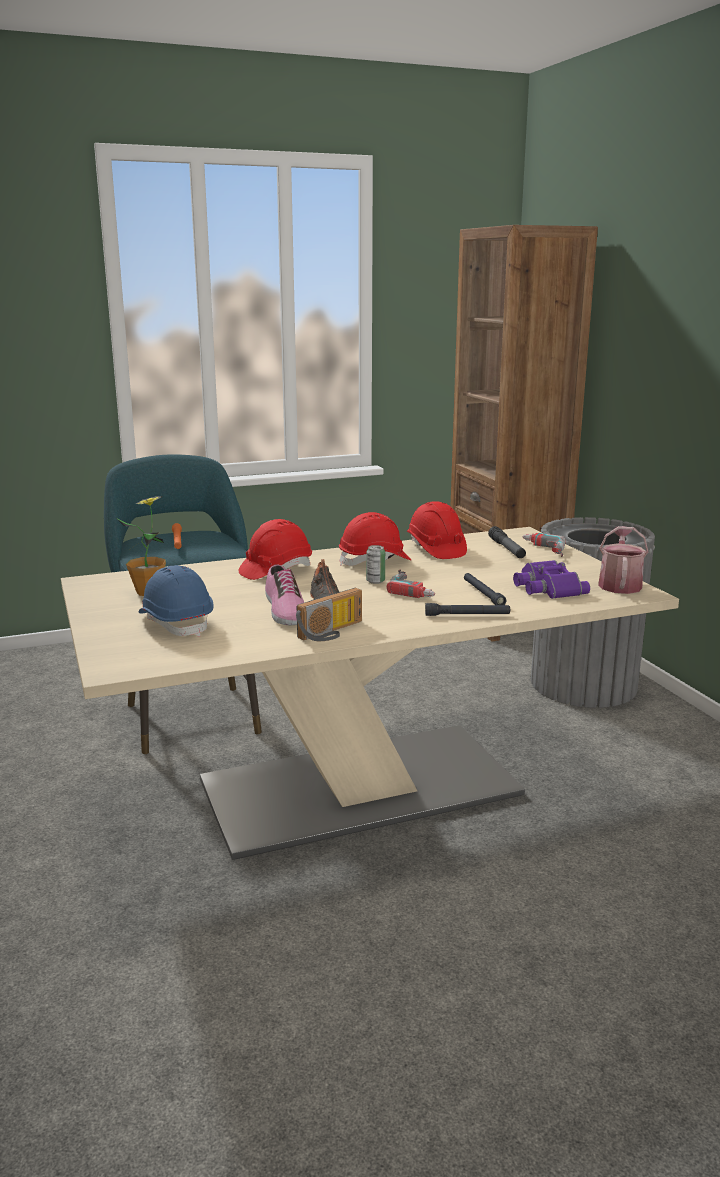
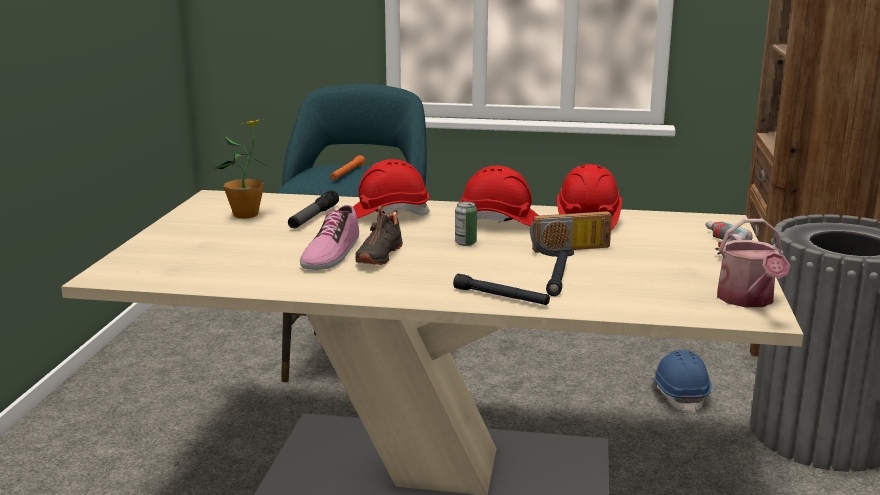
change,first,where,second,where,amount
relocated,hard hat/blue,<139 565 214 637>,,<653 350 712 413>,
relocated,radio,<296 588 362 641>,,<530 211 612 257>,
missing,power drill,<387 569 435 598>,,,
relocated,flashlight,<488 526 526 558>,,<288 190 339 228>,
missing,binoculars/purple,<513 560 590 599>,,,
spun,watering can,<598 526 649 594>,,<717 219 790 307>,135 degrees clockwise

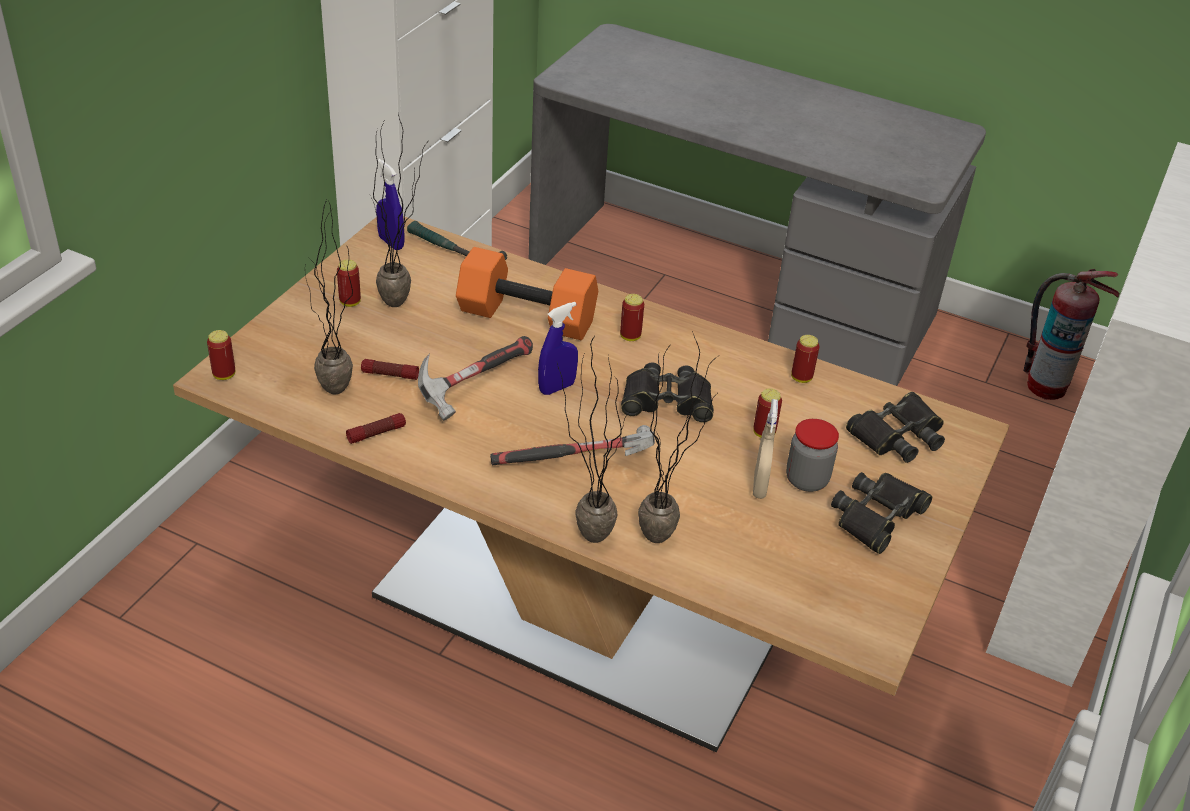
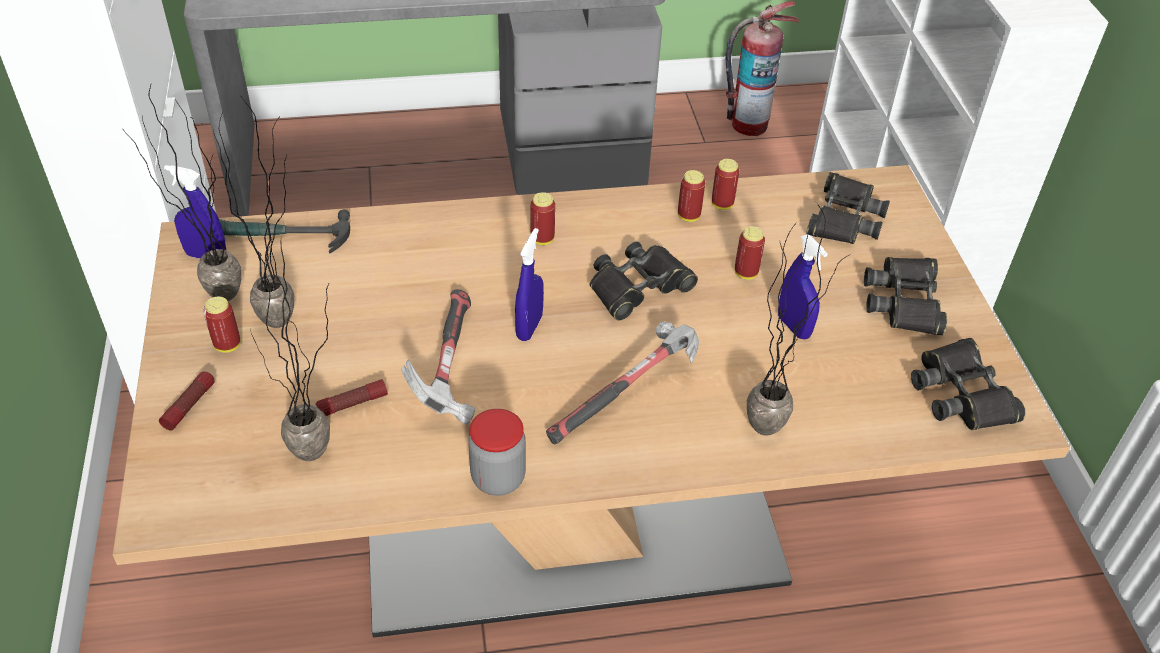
change,first,where,second,where,amount
relocated,can,<207 330 235 380>,,<678 170 705 222>,
relocated,flashlight,<346 413 406 444>,,<159 372 215 430>,
missing,dumbbell/orange,<456 247 598 340>,,,
relocated,potted plant,<557 335 629 543>,,<122 85 241 301>,
colour,spray bottle/beige,<753 399 778 499>,spray bottle/blue,<778 235 828 339>,
relocated,jar,<786 419 839 492>,,<468 409 526 496>,
appeared,,,binoculars/black,<911 338 1026 430>,

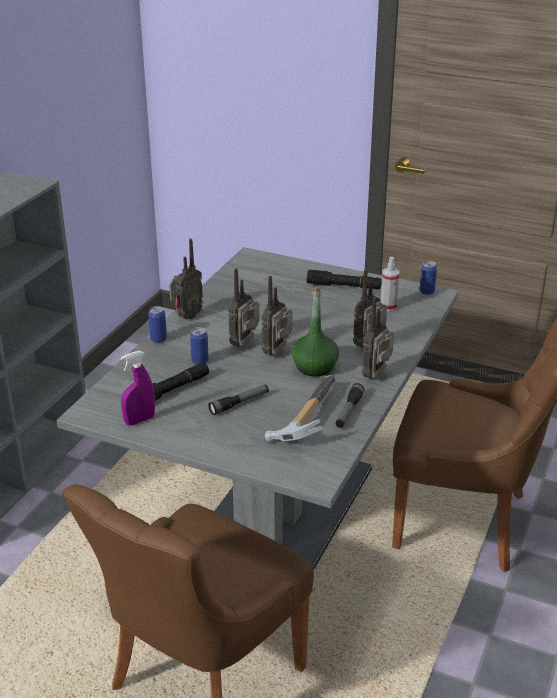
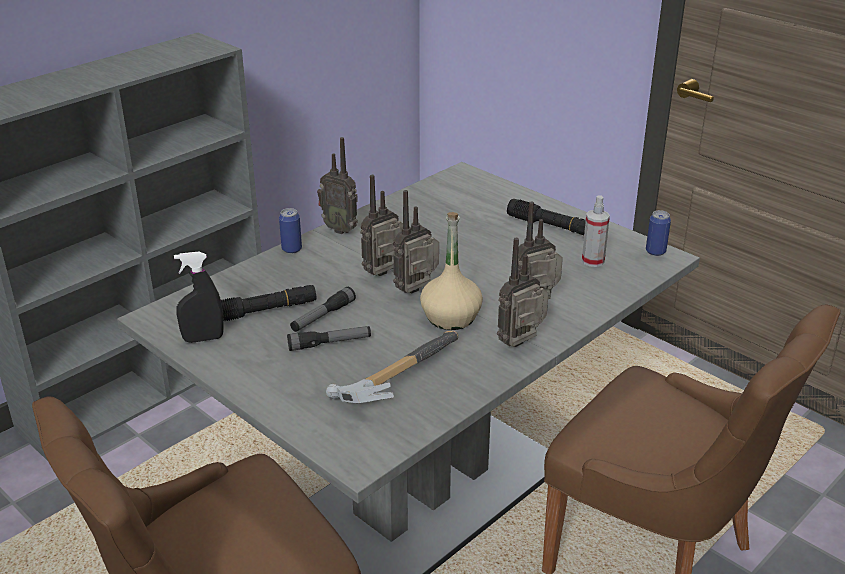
change,first,where,second,where,amount
colour,spray bottle/purple,<120 351 155 425>,spray bottle/black,<174 251 224 343>,
spun,radio,<169 239 203 320>,,<317 137 358 234>,60 degrees clockwise
missing,can,<190 327 209 365>,,,
colour,bottle/green,<291 286 339 376>,bottle/beige,<420 212 483 330>,
relocated,flashlight,<336 383 365 428>,,<290 287 356 332>,

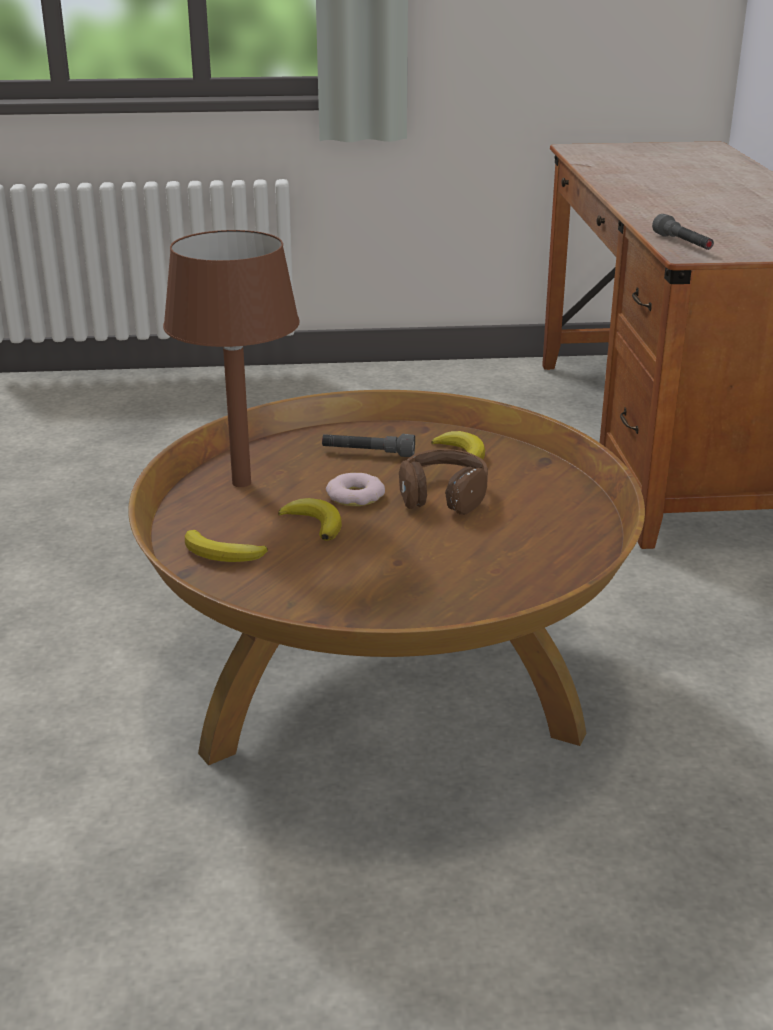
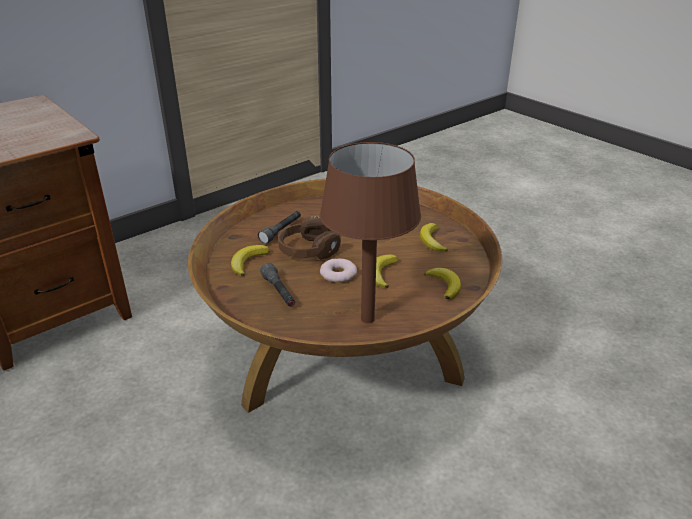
change,first,where,second,where,amount
relocated,flashlight/grey,<652 214 714 250>,,<258 211 301 244>,
appeared,,,banana,<420 223 448 252>,

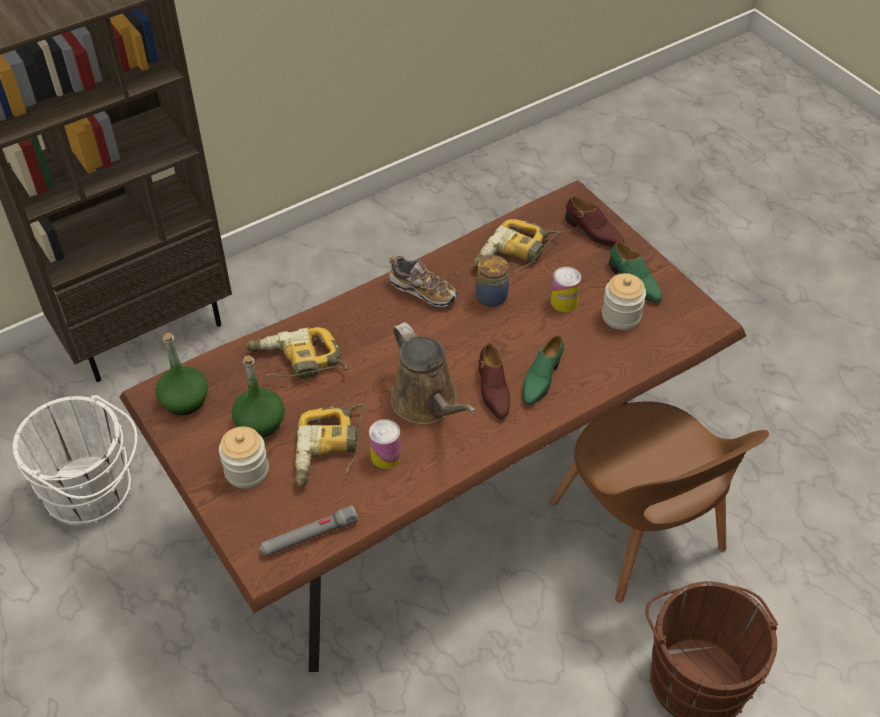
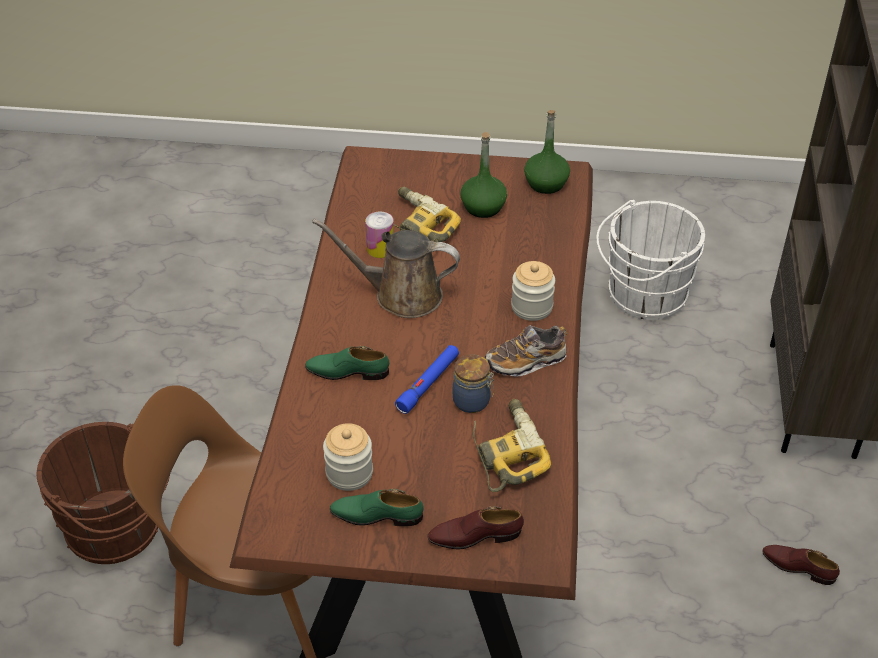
change,first,where,second,where,amount
relocated,jar,<219 426 269 489>,,<511 261 555 321>,
missing,power drill,<245 327 348 380>,,,
missing,flashlight/grey,<260 505 358 556>,,,
relocated,shoe/brown,<478 343 510 419>,,<762 545 840 585>,
spun,shoe/green,<523 335 564 405>,,<305 346 389 380>,60 degrees counterclockwise
missing,can,<551 267 581 312>,,,
appeared,,,flashlight/blue,<395 345 459 414>,

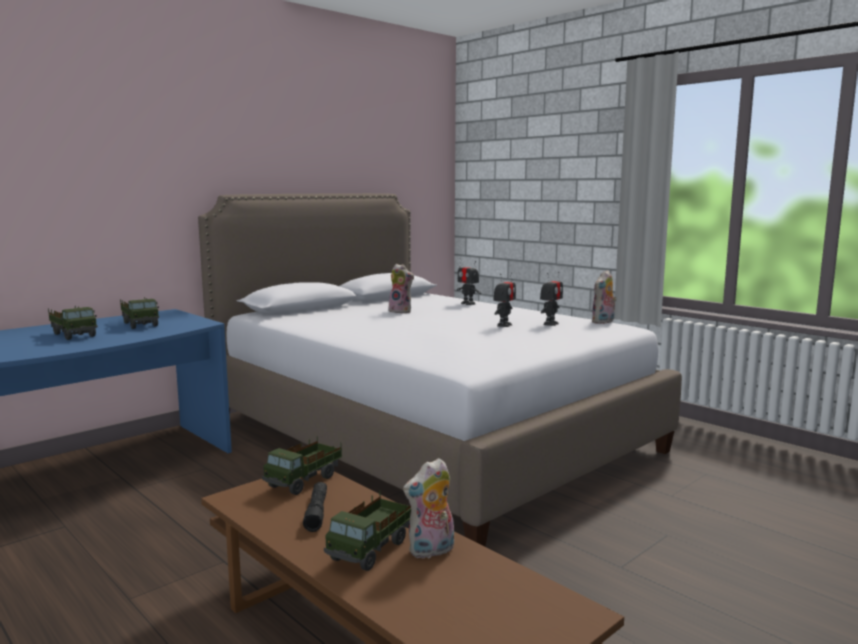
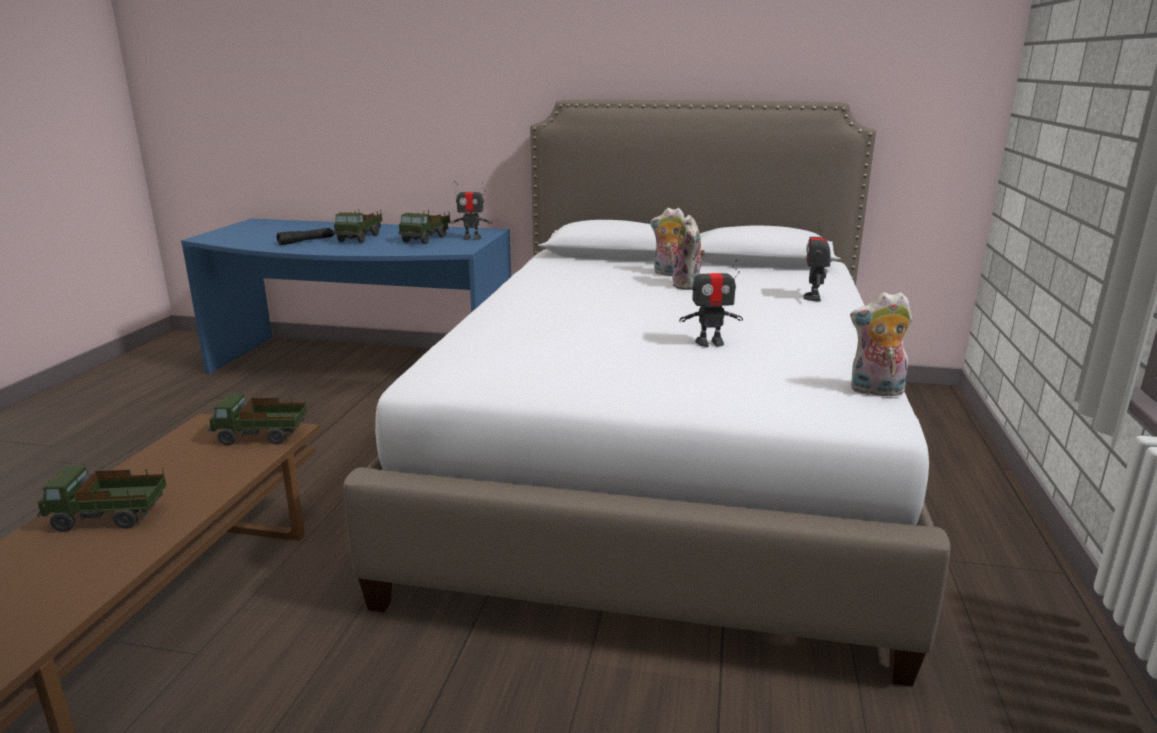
change,first,where,second,where,amount
relocated,flashlight/black,<303 482 327 532>,,<276 228 334 245>,
relocated,plush toy,<403 458 455 559>,,<650 208 685 276>,
relocated,toy robot,<540 272 563 326>,,<451 181 492 240>,

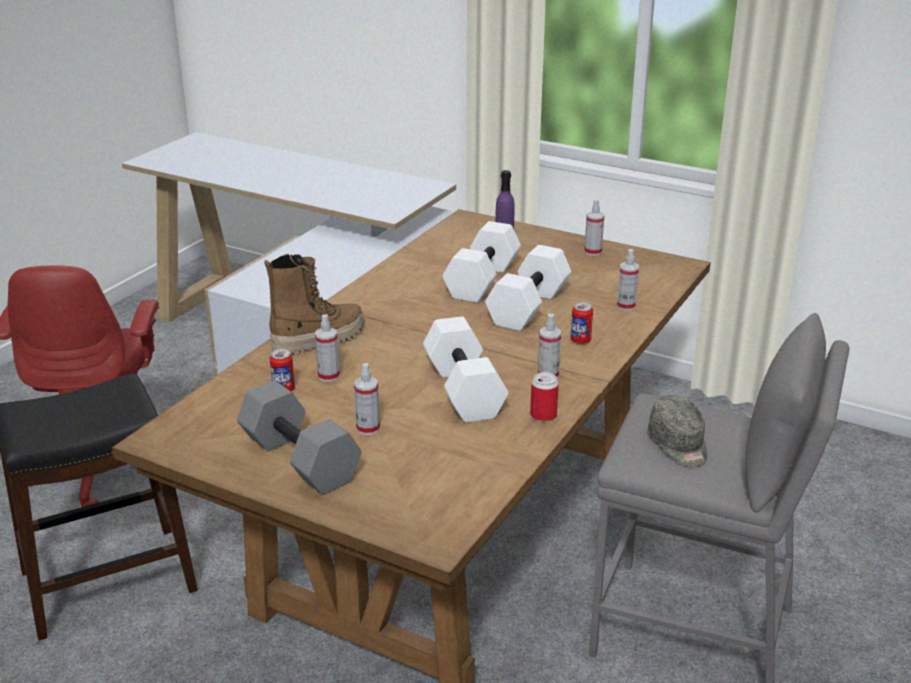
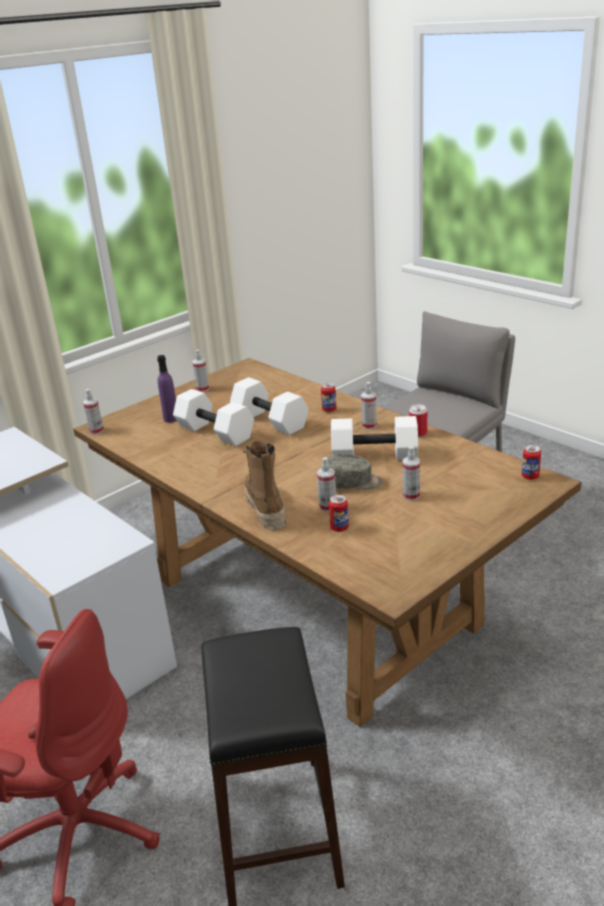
change,first,where,second,where,amount
missing,dumbbell/grey,<237 380 362 495>,,,
relocated,spray bottle,<617 249 639 311>,,<83 389 104 435>,
relocated,cap/grey,<648 395 708 467>,,<328 454 383 490>,
appeared,,,can,<522 445 541 480>,

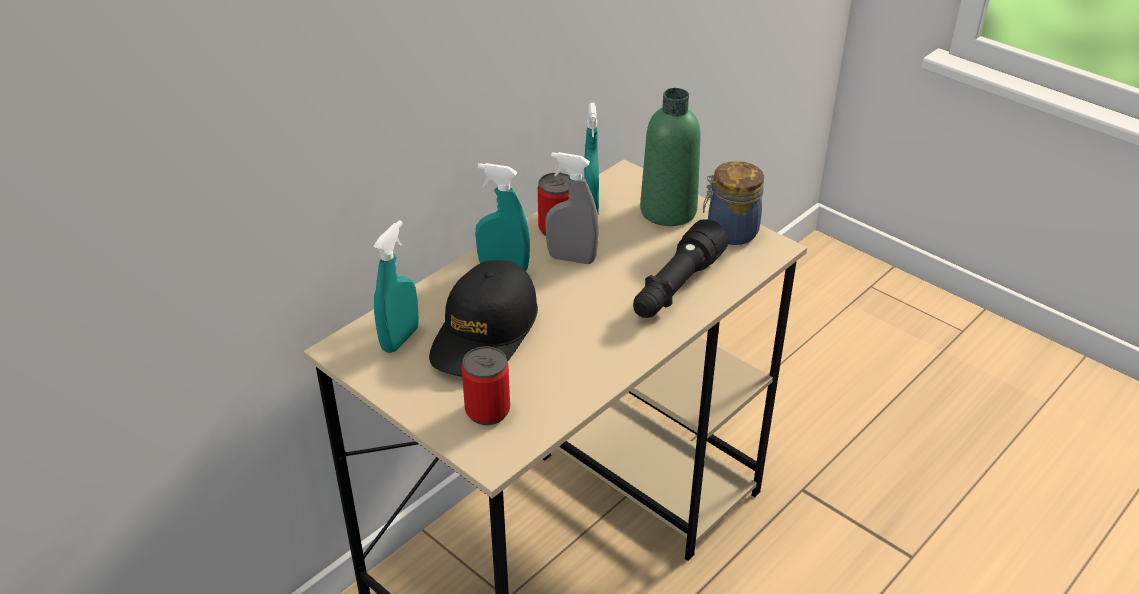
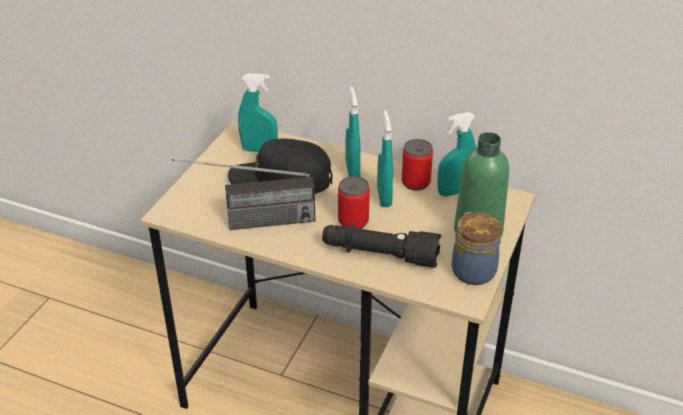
change,first,where,second,where,amount
relocated,can,<462 346 510 425>,,<338 176 370 229>,
colour,spray bottle/grey,<545 152 599 264>,spray bottle/turquoise,<377 111 393 207>,
appeared,,,radio,<172 159 315 230>,

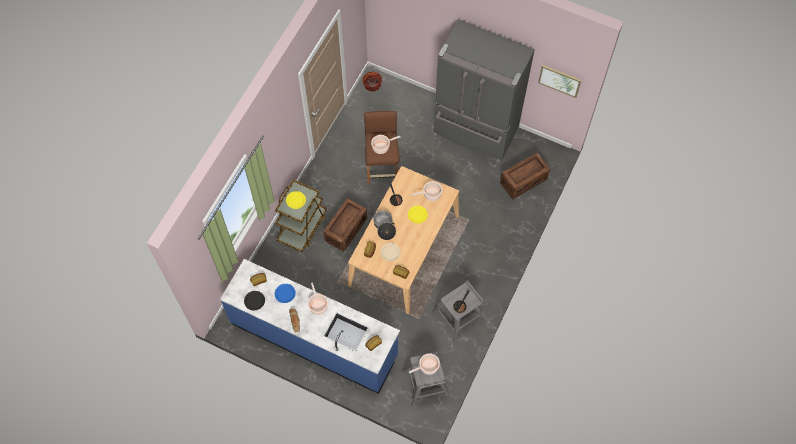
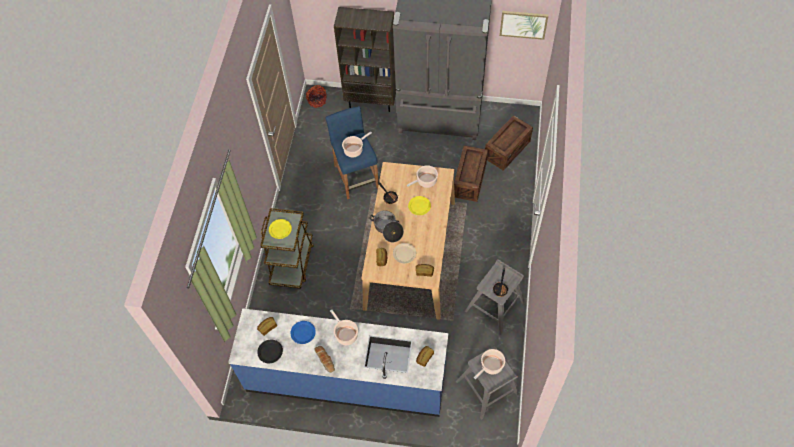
change,first,where,second,where,amount
relocated,crate,<323 198 367 252>,,<454 145 488 202>,
colour,stool/brown,<364 111 399 185>,stool/blue,<326 106 379 199>,
appeared,,,bookcase/brown,<334 7 396 112>,

